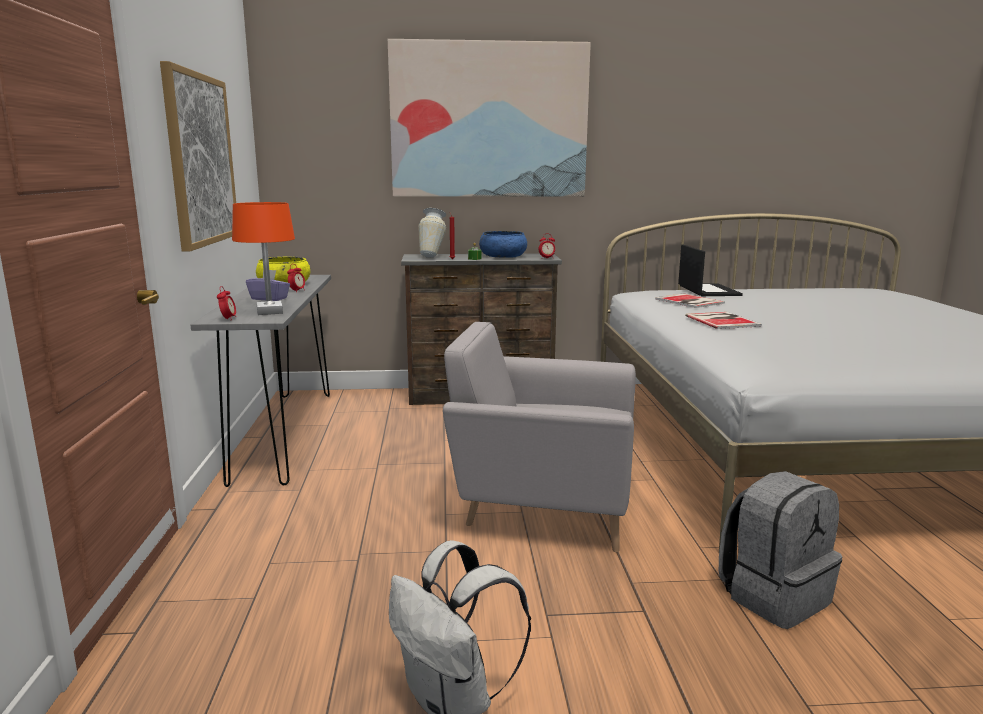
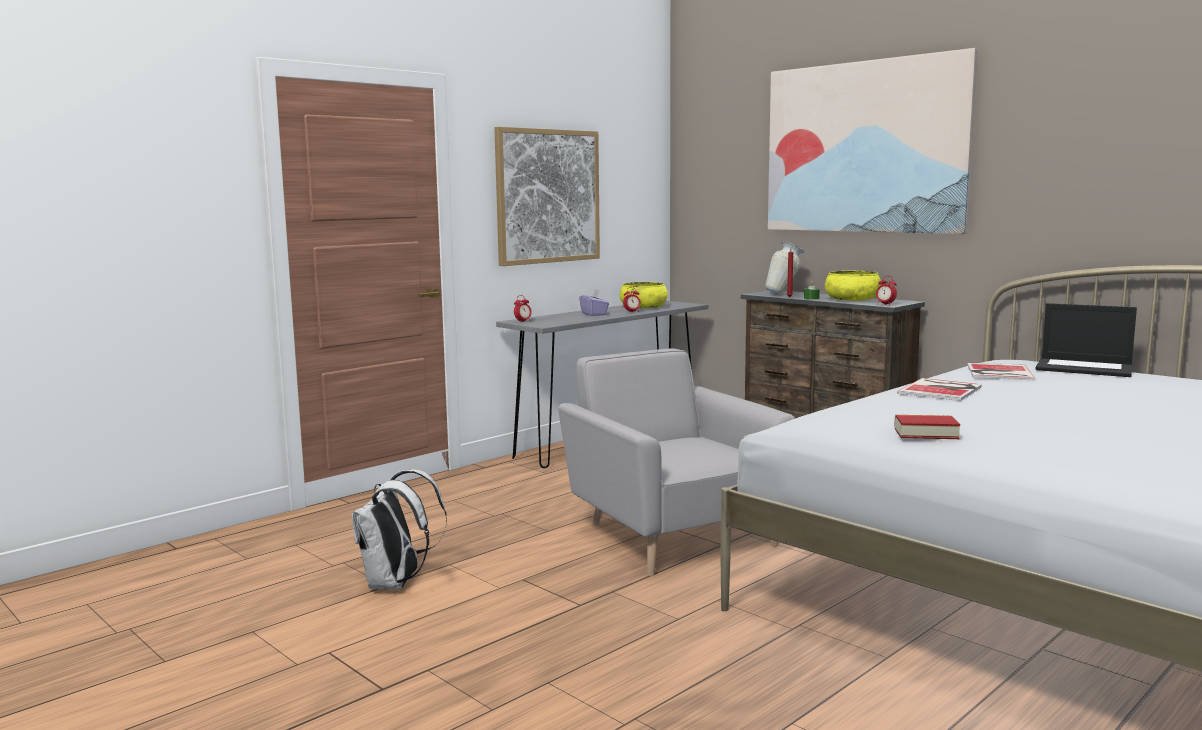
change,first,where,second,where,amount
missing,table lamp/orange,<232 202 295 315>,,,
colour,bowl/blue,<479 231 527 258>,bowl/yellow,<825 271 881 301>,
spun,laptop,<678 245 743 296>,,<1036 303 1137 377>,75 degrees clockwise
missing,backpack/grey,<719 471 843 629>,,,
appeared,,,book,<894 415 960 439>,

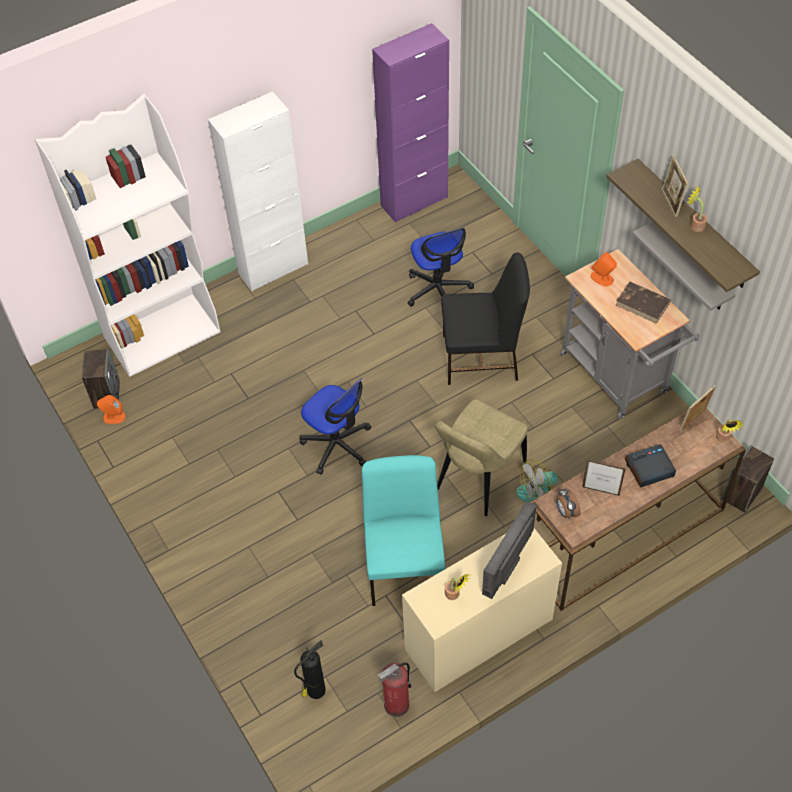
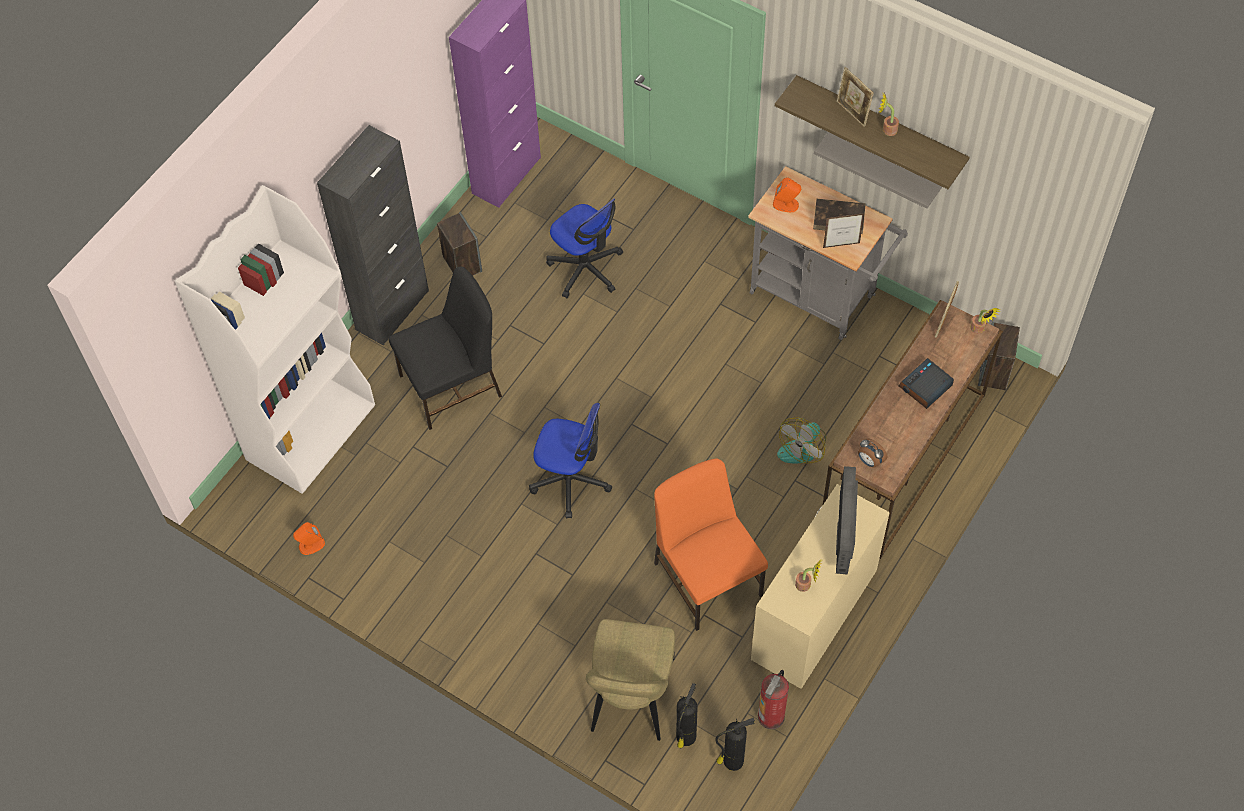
change,first,where,second,where,amount
relocated,speaker,<82 349 120 409>,,<437 212 482 276>,
colour,cabinet/white,<208 91 308 291>,cabinet/black,<317 125 429 346>,
colour,chair/turquoise,<362 455 445 606>,chair/orange,<654 458 768 631>,
relocated,chair/beige,<435 399 528 516>,,<586 619 675 741>,
relocated,chair/black,<441 253 530 385>,,<389 267 502 430>,
relocated,picture frame,<582 460 625 496>,,<823 213 864 248>,
appeared,,,fire extinguisher,<715 718 755 771>,

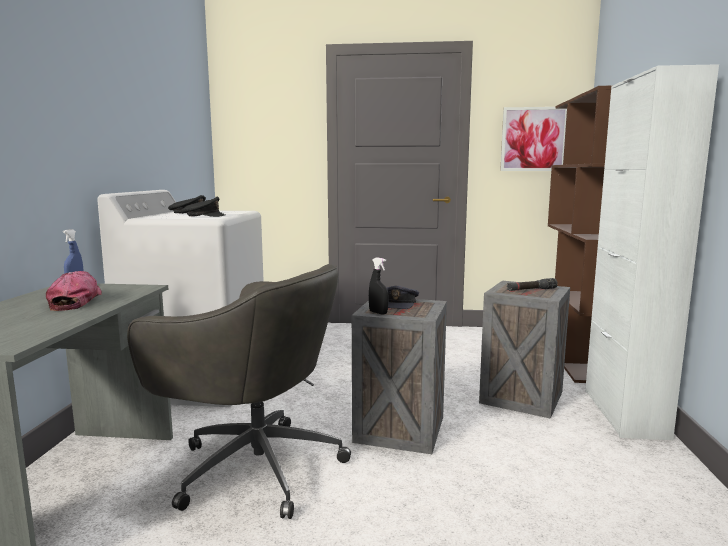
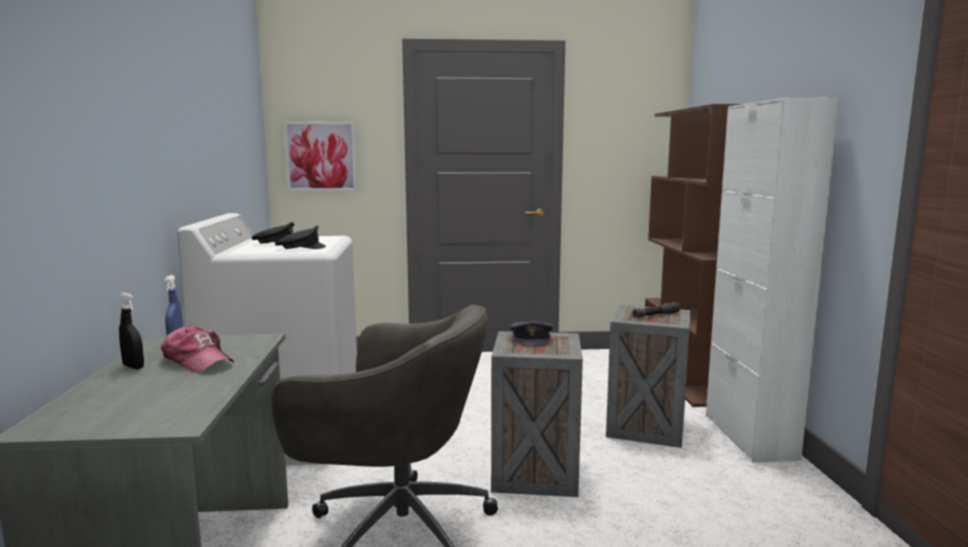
change,first,where,second,where,amount
spun,cap,<46 271 102 311>,,<161 325 234 373>,150 degrees clockwise
relocated,spray bottle/black,<369 257 388 314>,,<119 293 144 369>,
relocated,picture,<500 107 567 171>,,<283 121 357 191>,

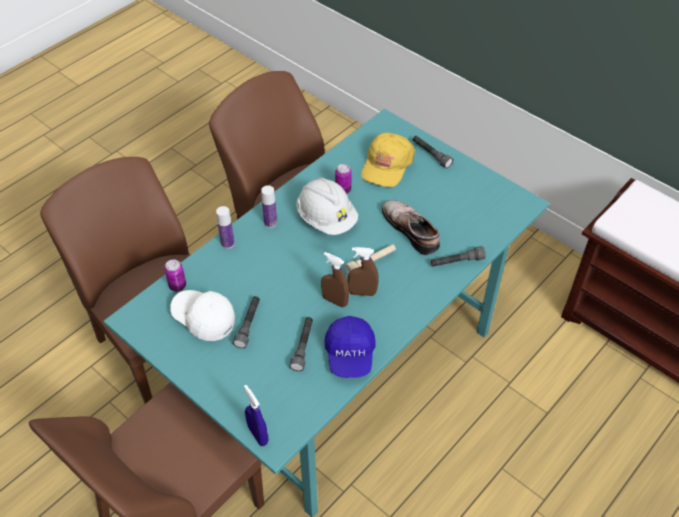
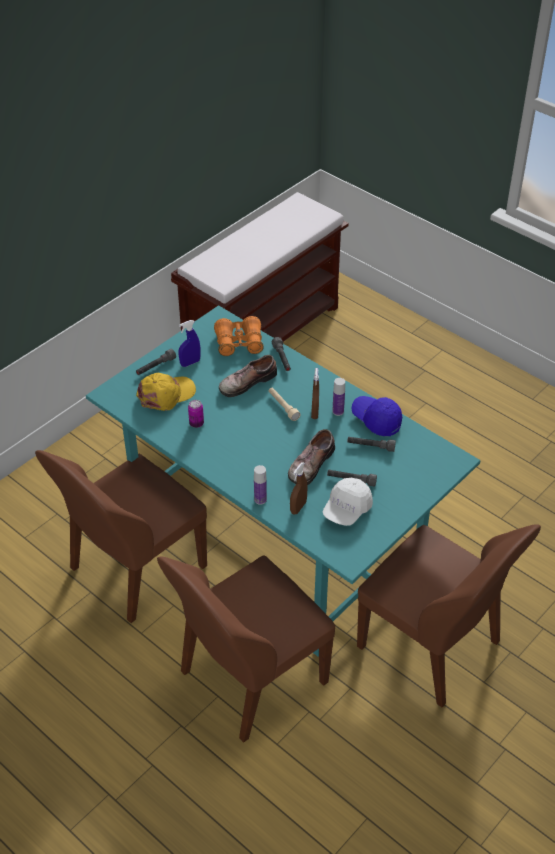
change,first,where,second,where,amount
missing,can,<164 259 186 292>,,,
relocated,spray bottle/blue,<244 385 269 446>,,<178 320 201 367>,
relocated,bottle,<261 185 277 228>,,<332 378 345 416>,
missing,hard hat/white,<296 178 358 235>,,,
relocated,spray bottle/brown,<321 252 349 307>,,<290 462 308 514>,
spun,cap/blue,<324 316 375 378>,,<352 396 402 436>,135 degrees counterclockwise
spun,cap/yellow,<361 133 415 187>,,<136 373 196 411>,60 degrees counterclockwise
appeared,,,binoculars/orange,<214 316 264 356>,
appeared,,,shoe,<288 429 335 485>,

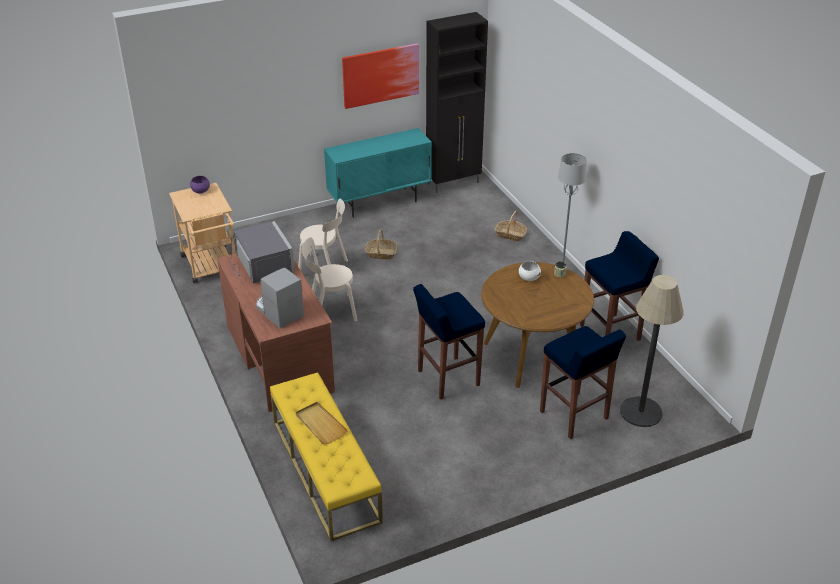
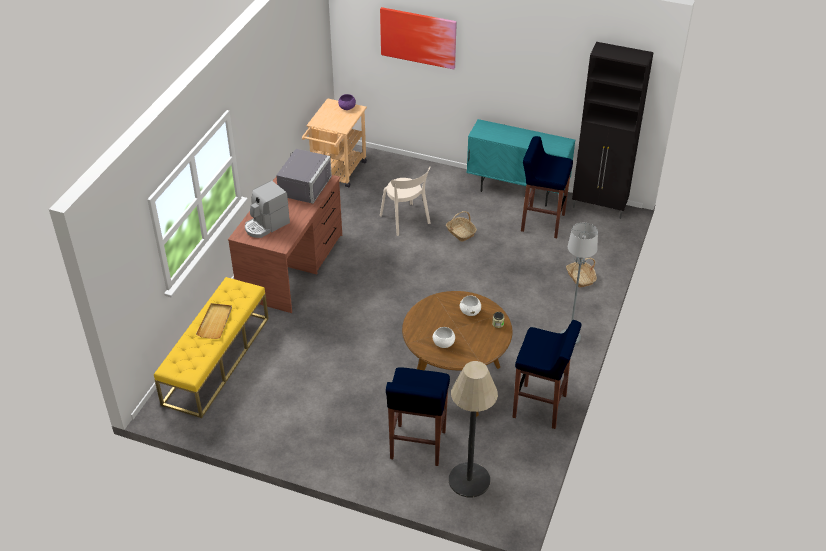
change,first,where,second,where,amount
spun,coffee machine,<256 268 304 328>,,<245 181 290 238>,135 degrees counterclockwise
missing,chair/beige,<302 237 357 322>,,,
relocated,picture,<342 43 419 109>,,<380 7 457 69>,
relocated,stool/blue,<413 284 485 400>,,<521 136 573 238>,
appeared,,,bowl/white,<433 327 455 348>,

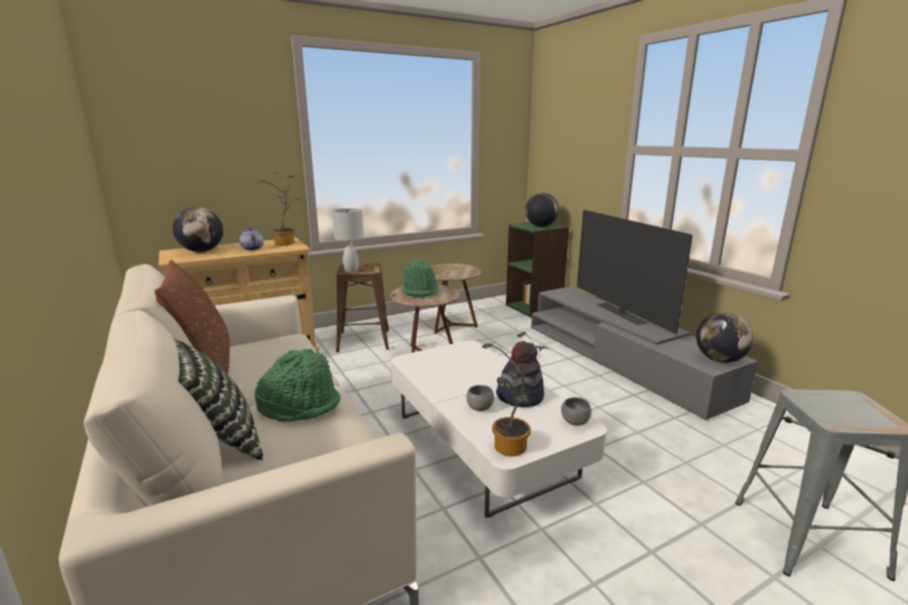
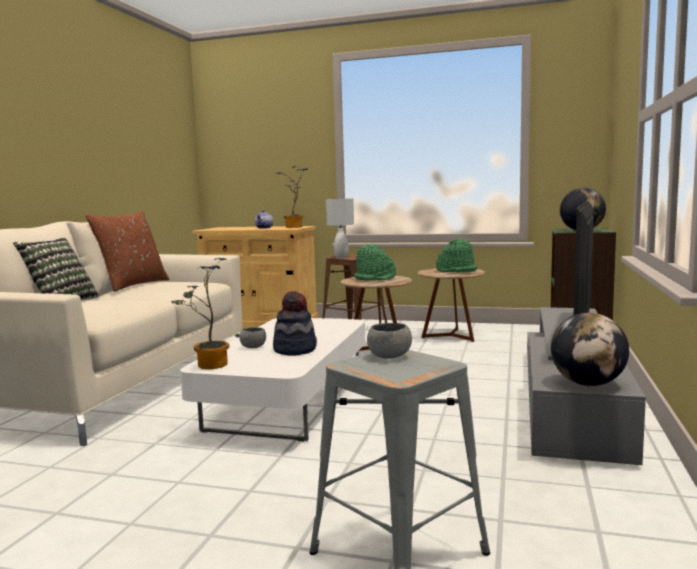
change,first,where,second,where,amount
missing,globe,<173 207 223 252>,,,
relocated,hat/green,<255 349 340 422>,,<436 239 477 272>,
relocated,bowl/grey,<561 397 591 426>,,<367 323 412 358>,

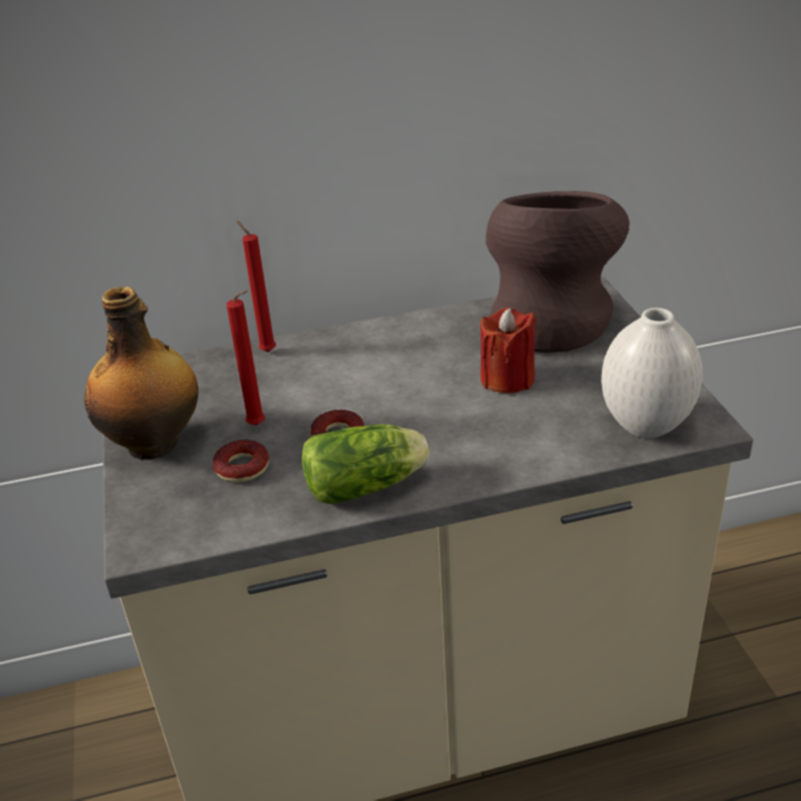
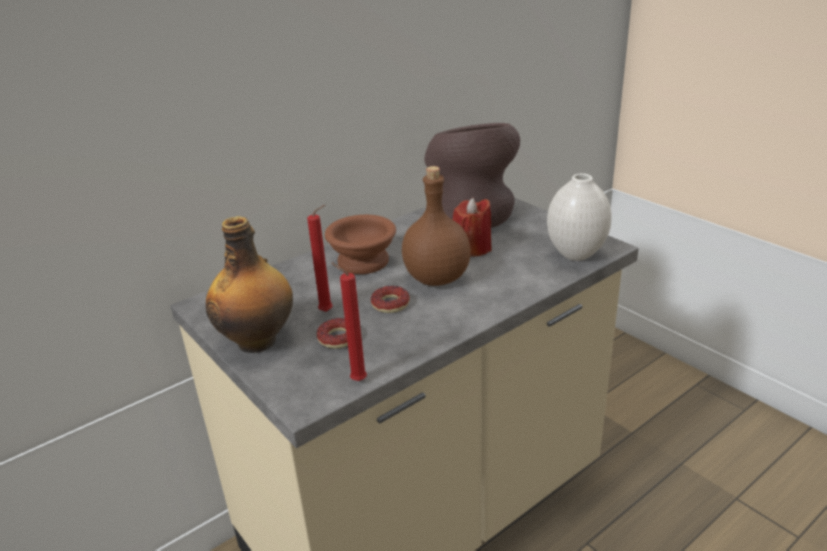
change,first,where,second,where,amount
relocated,candle/red,<236 220 276 352>,,<331 262 367 381>,
missing,lettuce,<301 424 429 504>,,,
appeared,,,bowl/brown,<325 215 396 274>,
appeared,,,bottle/brown,<402 166 471 286>,

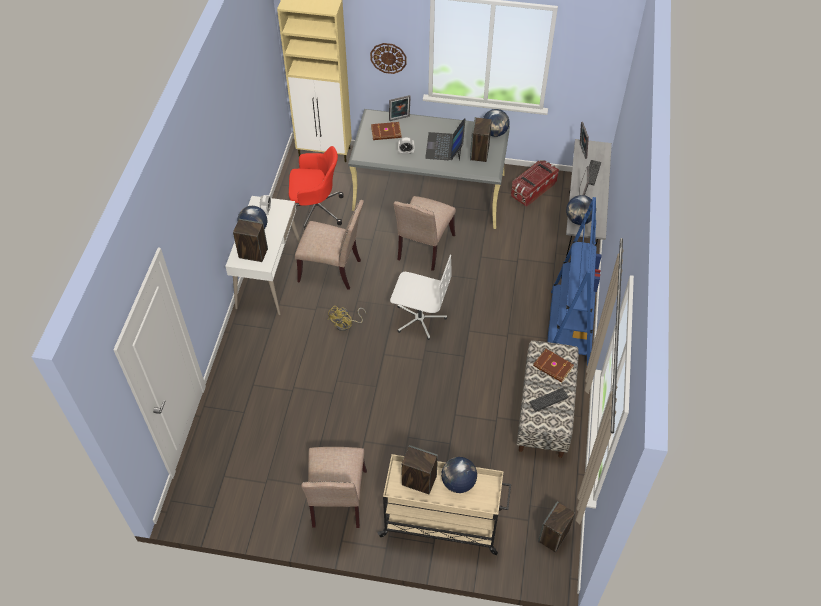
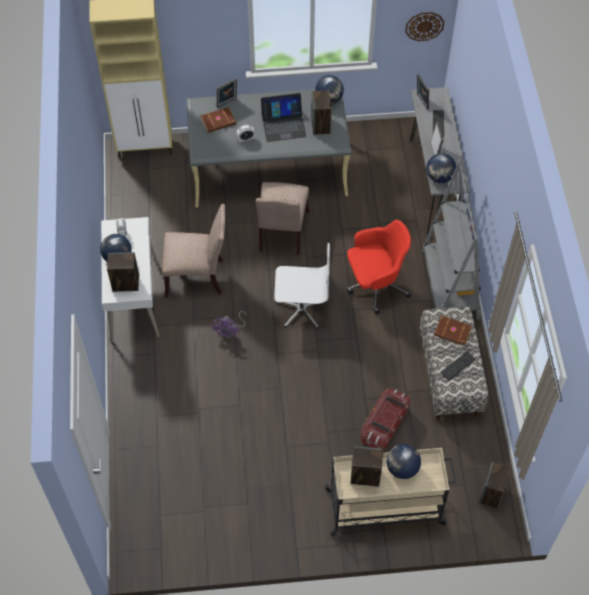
change,first,where,second,where,amount
relocated,office chair/red,<289 146 344 231>,,<347 220 411 314>,
missing,chair/beige,<301 447 367 528>,,,
colour,fan/yellow,<328 306 366 331>,fan/purple,<212 311 246 339>,
relocated,wall clock,<370 43 407 74>,,<405 12 444 41>,
spun,laptop,<425 118 466 161>,,<261 93 307 142>,90 degrees counterclockwise
relocated,storage box,<511 161 559 207>,,<361 388 411 452>,
colour,bookcase/blue,<548 197 602 365>,bookcase/grey,<421 159 481 320>,

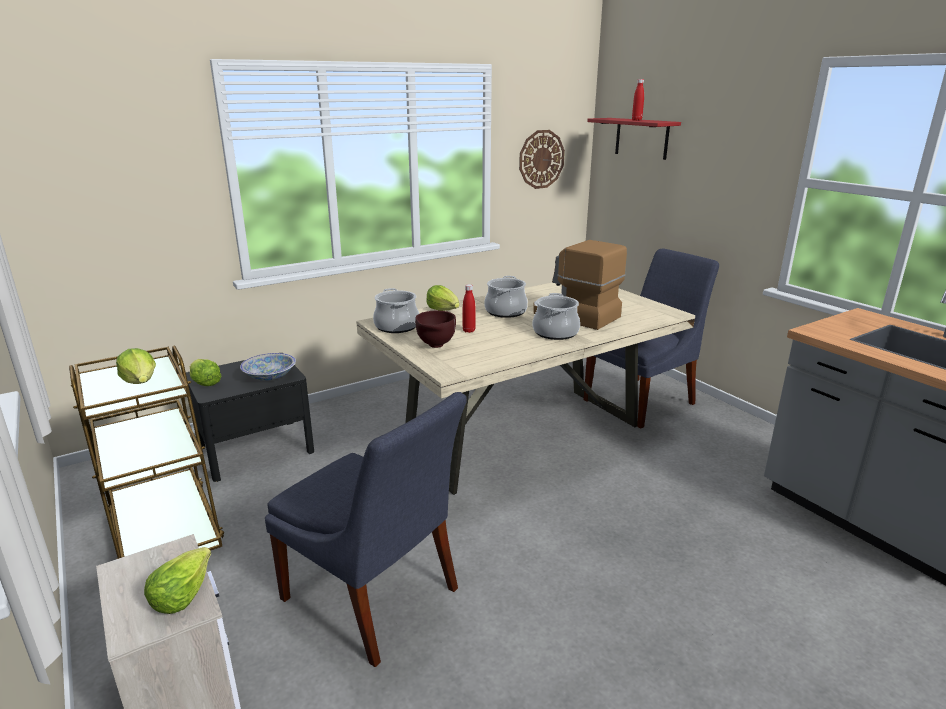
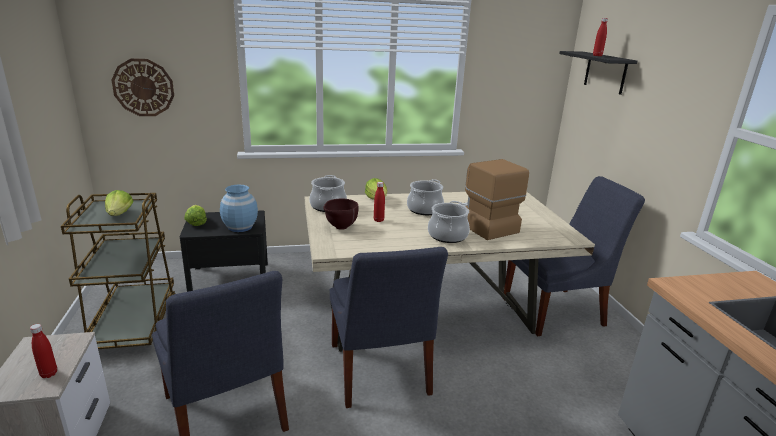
change,first,where,second,where,amount
exchanged,lettuce,<144 547 211 614>,bottle/red,<30 324 57 378>,
exchanged,bowl,<240 353 296 381>,vase/blue,<220 185 258 232>,
relocated,wall clock,<519 130 565 189>,,<111 58 174 116>,
colour,shelf/red,<587 118 681 160>,shelf/black,<559 51 637 95>,
appeared,,,chair/blue,<330 247 448 408>,

